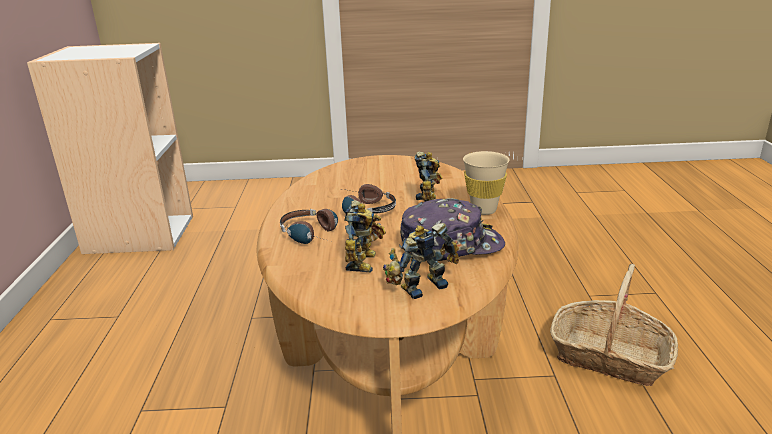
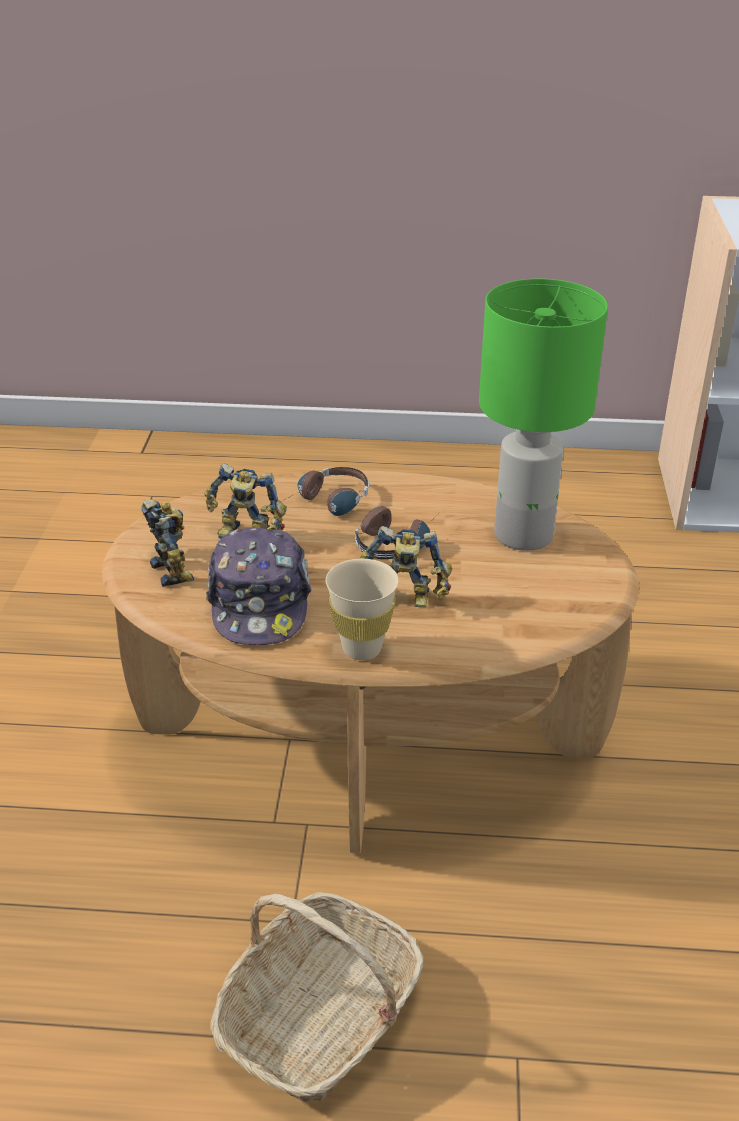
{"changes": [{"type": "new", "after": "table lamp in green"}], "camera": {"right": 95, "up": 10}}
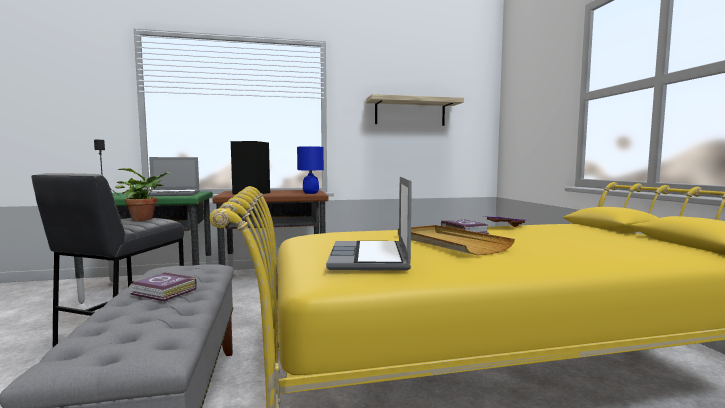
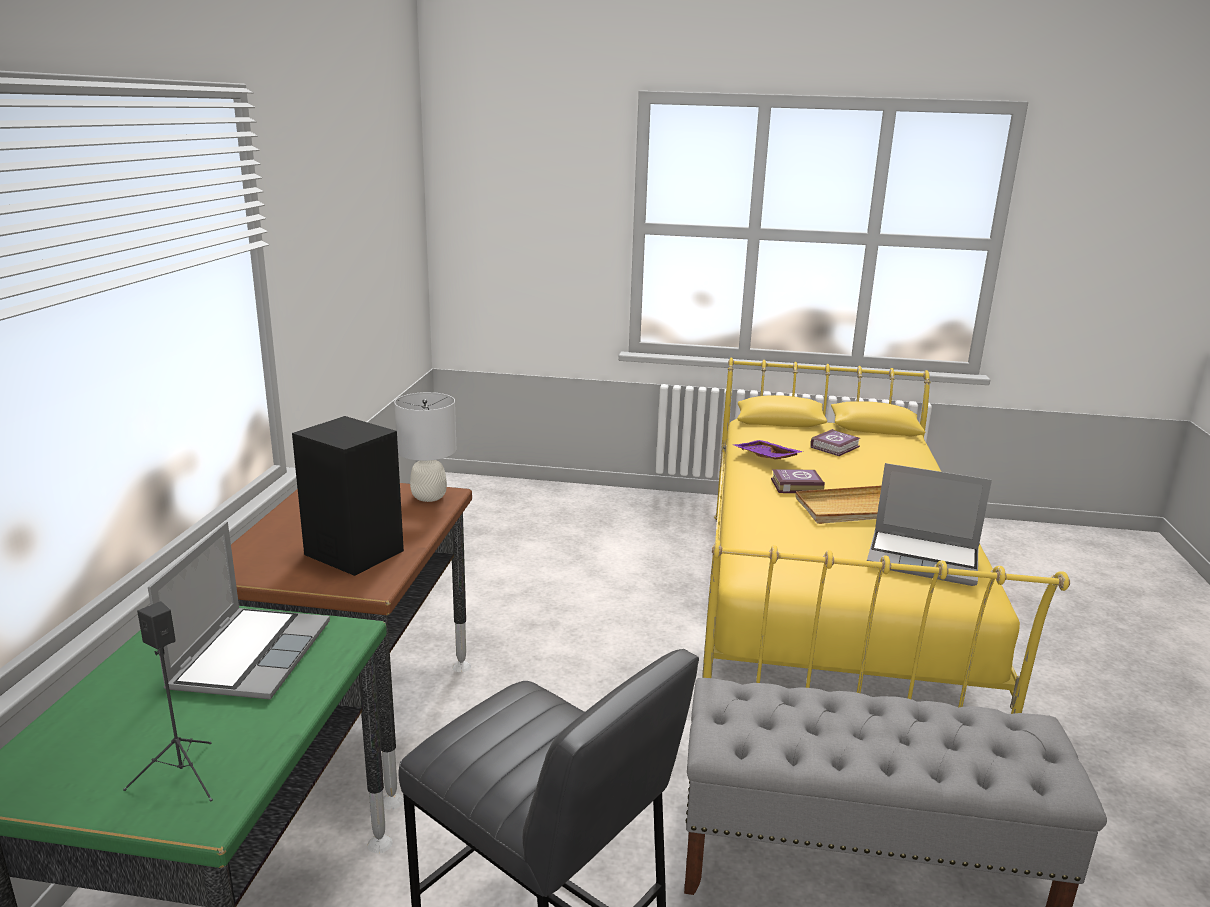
{"changes": [{"type": "gone", "before": "plant in a pot"}, {"type": "gone", "before": "bracket shelf"}, {"type": "shifted", "before": "volume (no. 1 from left in the first image)", "after": "volume (no. 2 from left)"}, {"type": "repainted", "before": "table lamp in blue", "after": "table lamp in gray"}], "camera": {"right": -70, "up": 15}}
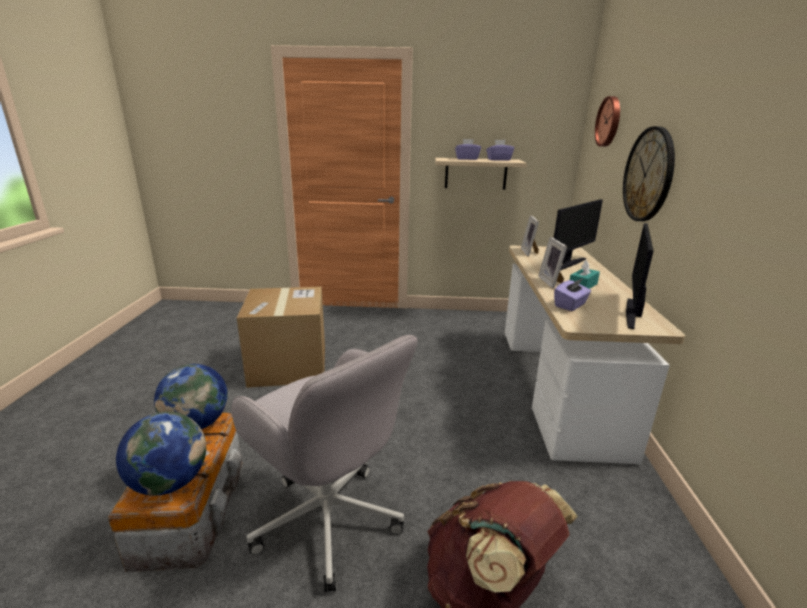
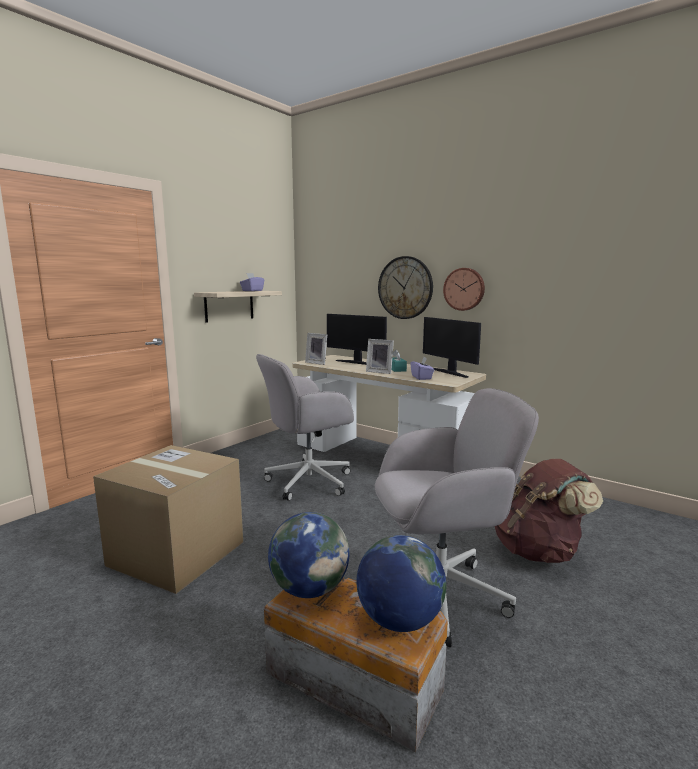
{"changes": [{"type": "gone", "before": "tissue holder in purplish (no. 1 from left)"}, {"type": "new", "after": "office chair in gray (no. 1 from left)"}, {"type": "shifted", "before": "clock on the wall (no. 1 from left in the first image)", "after": "clock on the wall (no. 2 from left)"}, {"type": "rotated", "before": "computer screen (no. 1 from left)", "turn": 135}], "camera": {"right": -55, "up": -10}}
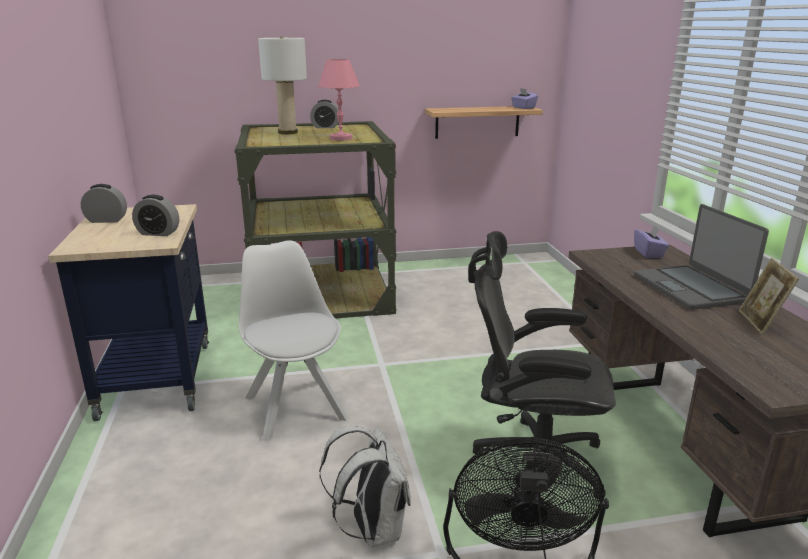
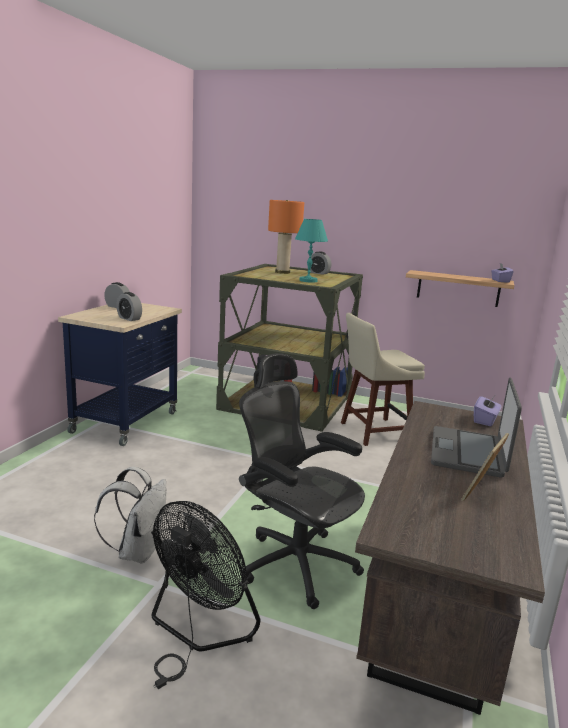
{"changes": [{"type": "gone", "before": "chair in whitish"}, {"type": "new", "after": "stool in sand-coloured"}, {"type": "repainted", "before": "table lamp in whitish", "after": "table lamp in orange"}, {"type": "repainted", "before": "table lamp in pink", "after": "table lamp in blue-green"}], "camera": {"right": 30, "up": -5}}
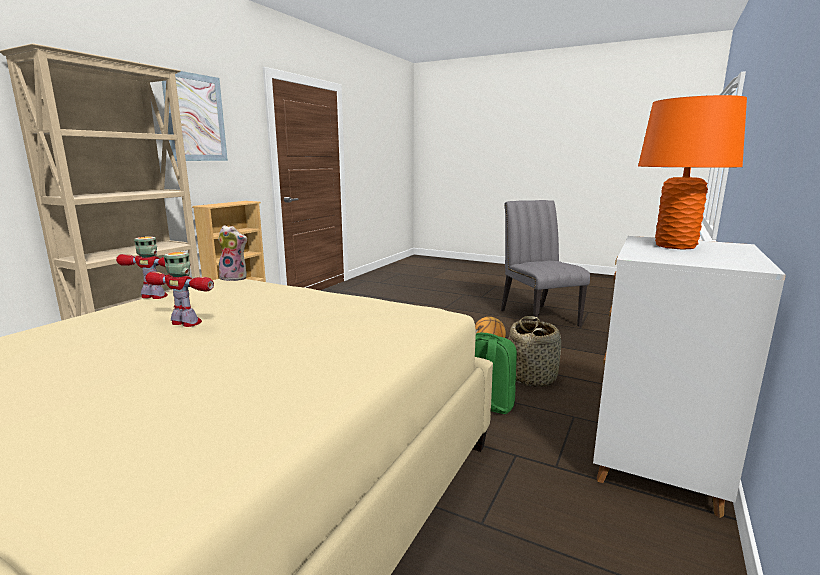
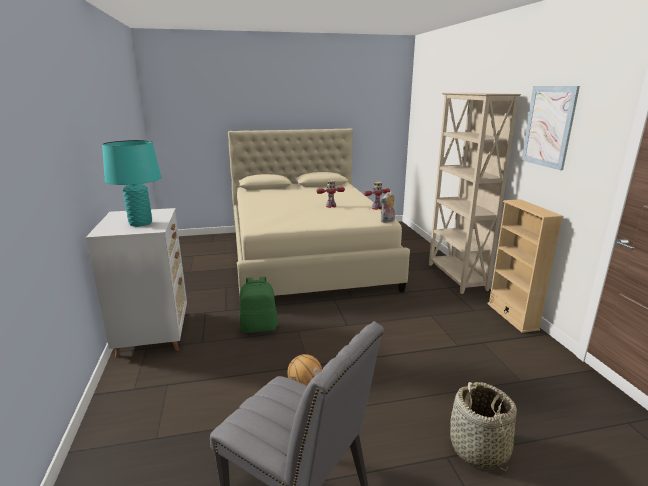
{"changes": [{"type": "shifted", "before": "storage basket"}, {"type": "repainted", "before": "table lamp in orange", "after": "table lamp in blue-green"}], "camera": {"right": 140, "up": 5}}
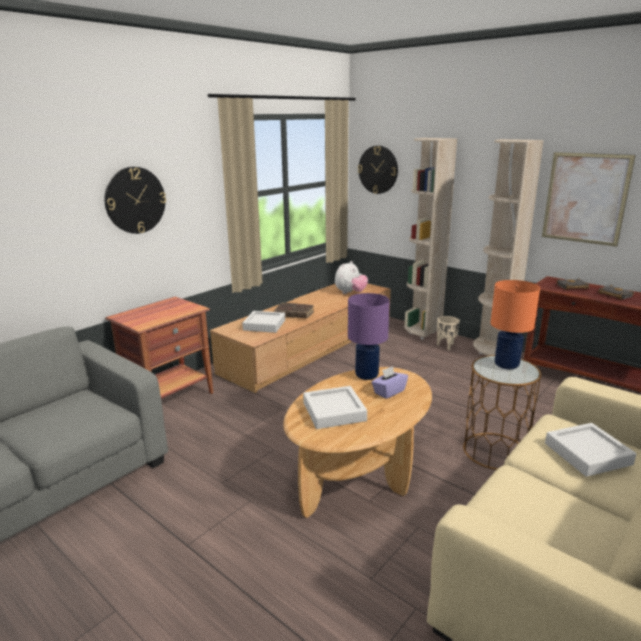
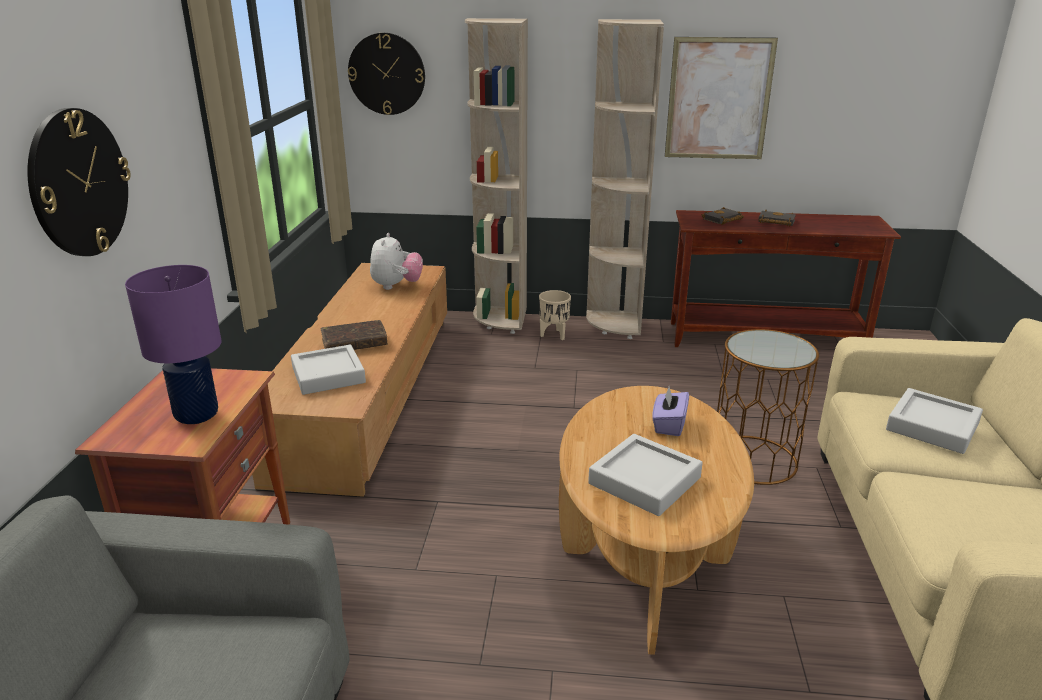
{"changes": [{"type": "gone", "before": "table lamp in orange"}, {"type": "shifted", "before": "table lamp in purplish"}], "camera": {"right": -35, "up": 5}}
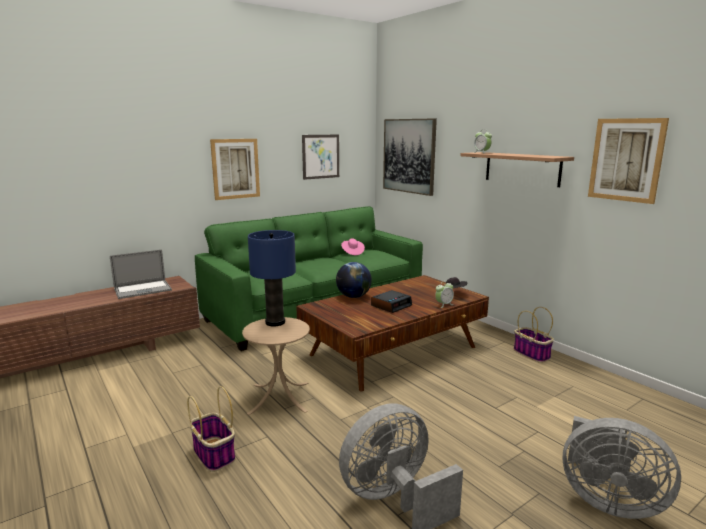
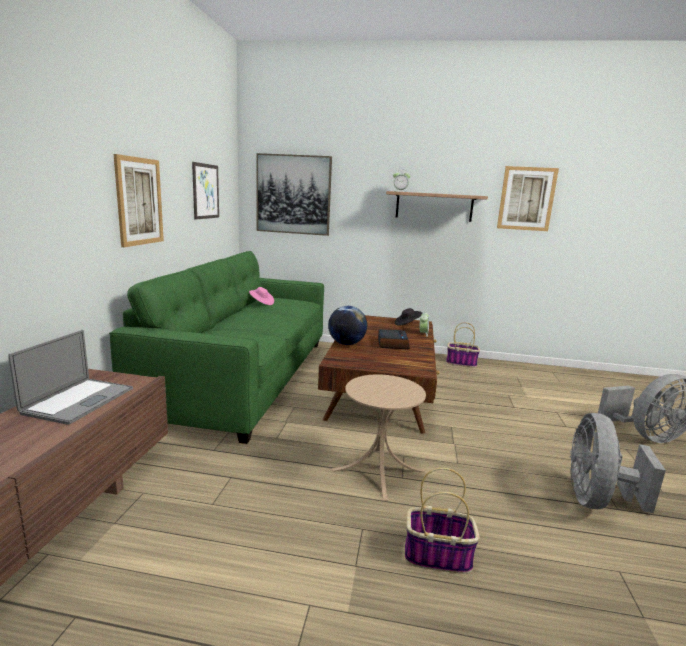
{"changes": [{"type": "gone", "before": "table lamp in blue"}], "camera": {"right": -45, "up": 0}}
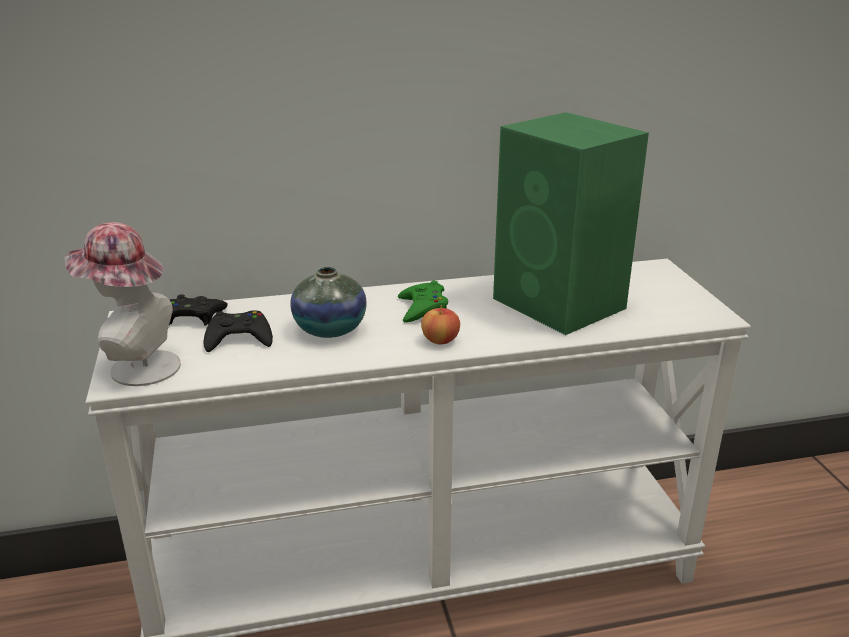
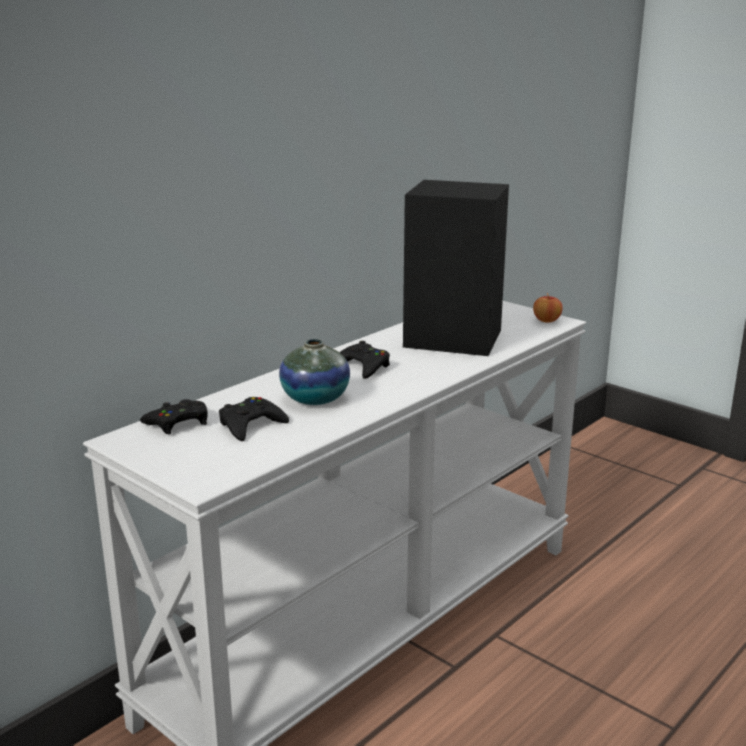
{"changes": [{"type": "gone", "before": "clothing hat"}, {"type": "shifted", "before": "apple"}, {"type": "repainted", "before": "joypad in green", "after": "joypad in black (no. 3 from left)"}, {"type": "repainted", "before": "audio speaker in green", "after": "audio speaker in black"}], "camera": {"right": -35, "up": -5}}
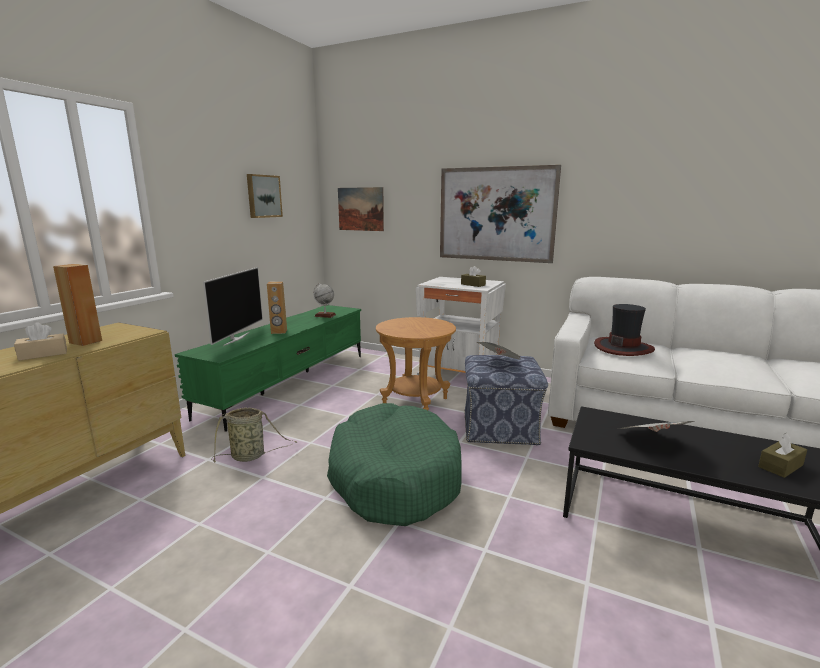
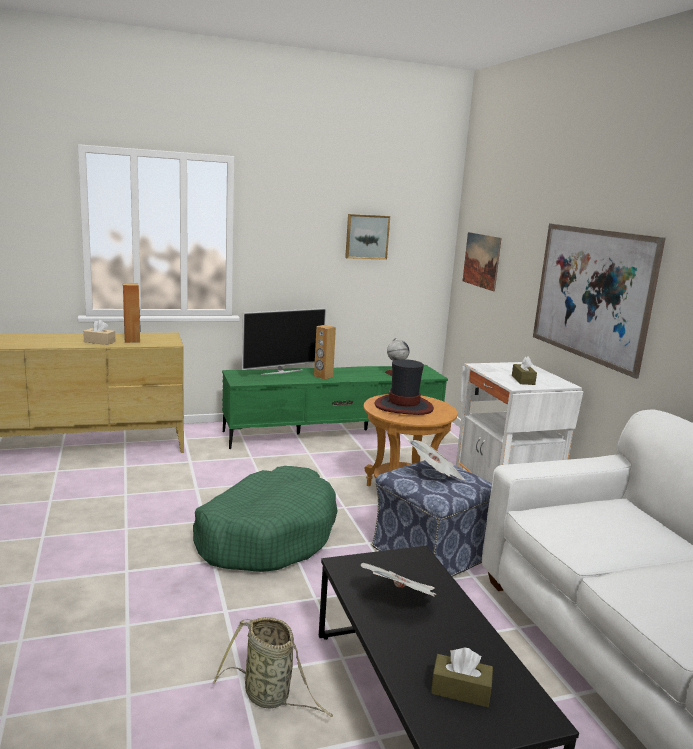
{"changes": [{"type": "shifted", "before": "storage basket"}, {"type": "shifted", "before": "clothing hat"}], "camera": {"right": 45, "up": 0}}
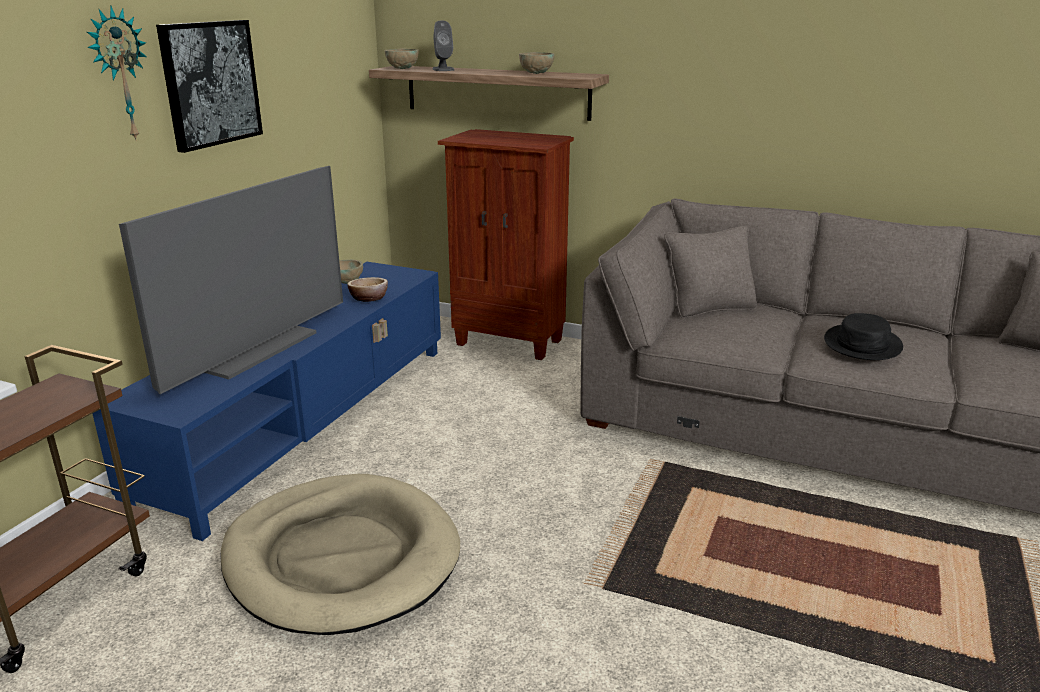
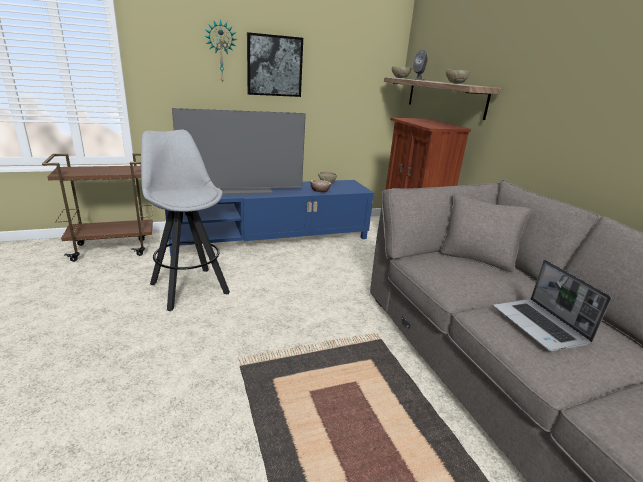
{"changes": [{"type": "swapped", "before": "dog bed in sand-coloured", "after": "stool in gray"}, {"type": "swapped", "before": "clothing hat in black", "after": "notebook computer"}], "camera": {"right": 45, "up": 0}}
